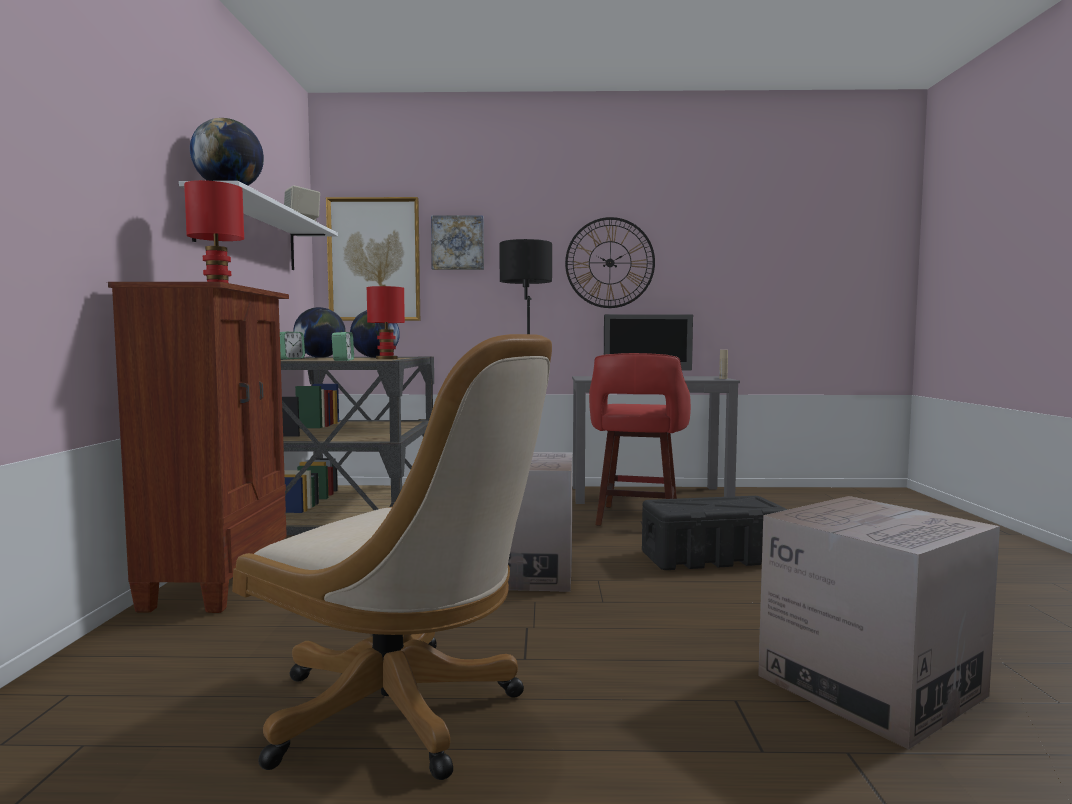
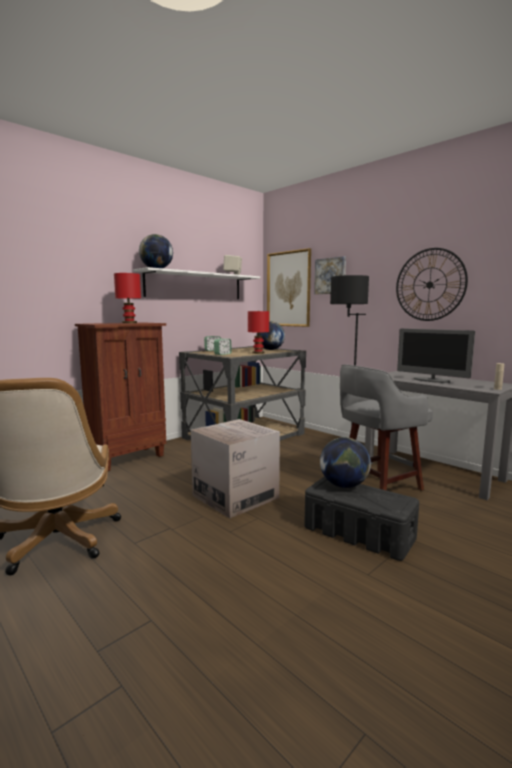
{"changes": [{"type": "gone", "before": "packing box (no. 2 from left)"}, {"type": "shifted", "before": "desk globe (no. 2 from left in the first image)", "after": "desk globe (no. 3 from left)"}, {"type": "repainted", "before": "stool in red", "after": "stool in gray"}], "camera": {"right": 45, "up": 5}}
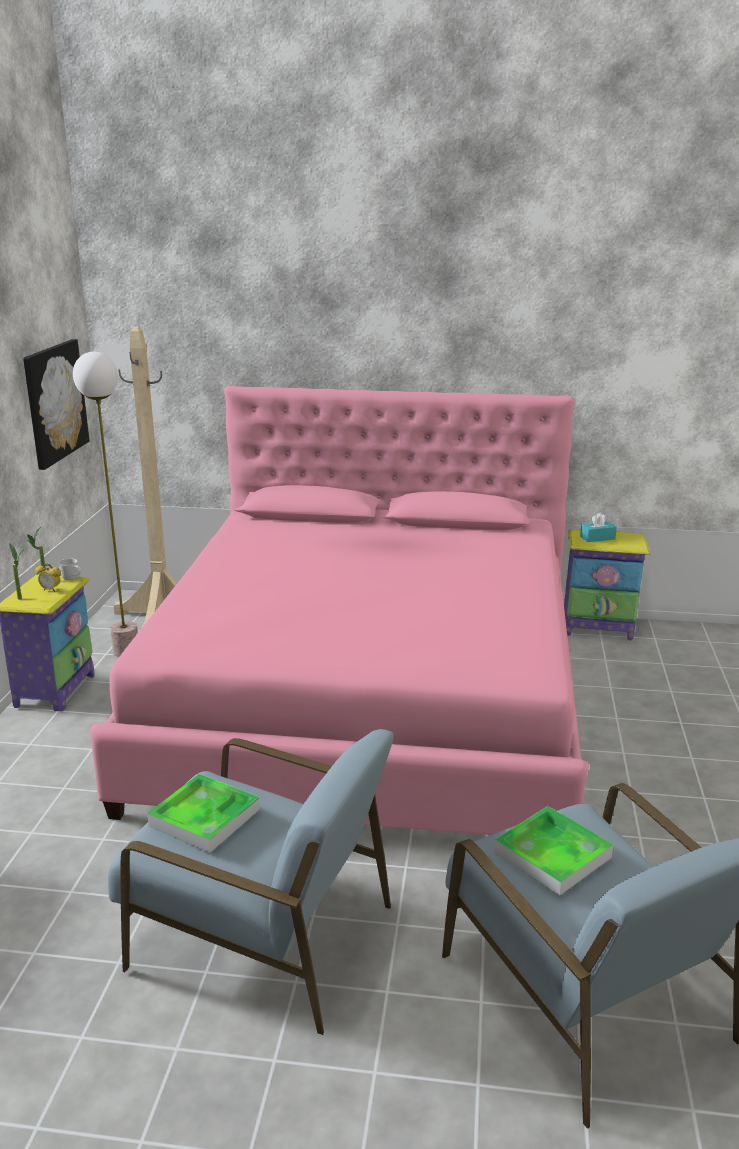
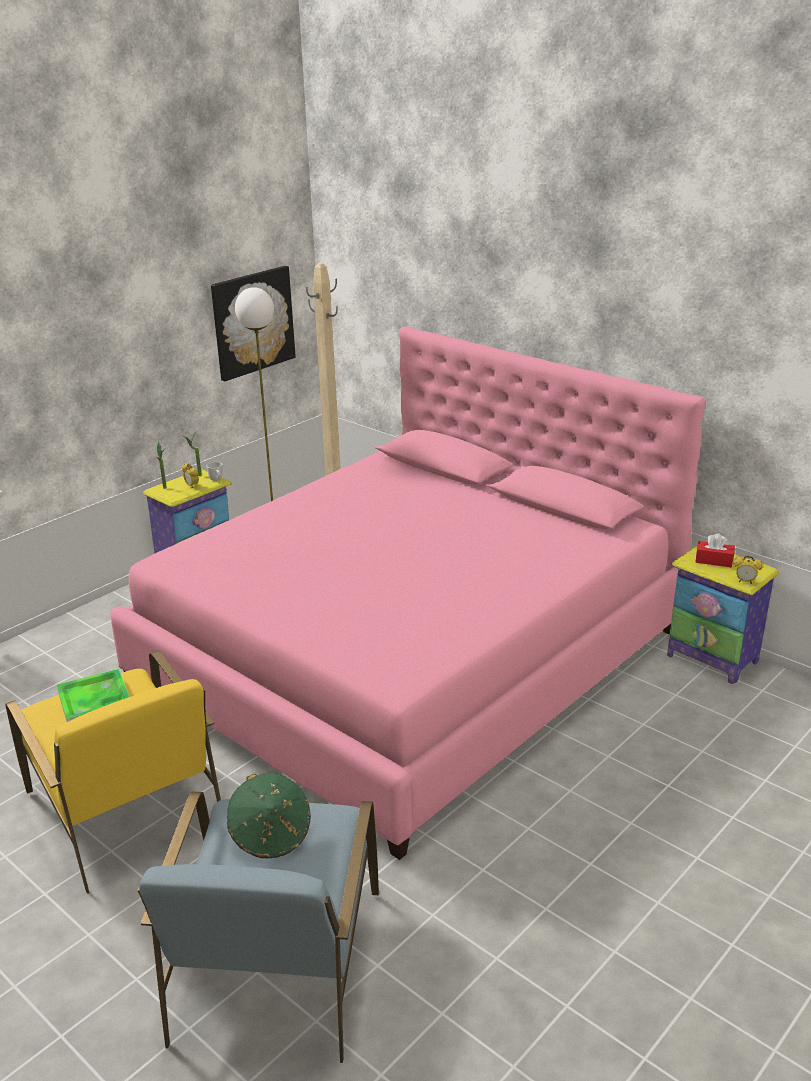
{"changes": [{"type": "new", "after": "bedside clock (no. 2 from left)"}, {"type": "swapped", "before": "tray (no. 2 from left)", "after": "clothing hat in green"}, {"type": "repainted", "before": "lounge chair in blue (no. 1 from left)", "after": "lounge chair in yellow"}, {"type": "repainted", "before": "tissue holder in blue-green", "after": "tissue holder in red"}], "camera": {"right": 35, "up": 5}}
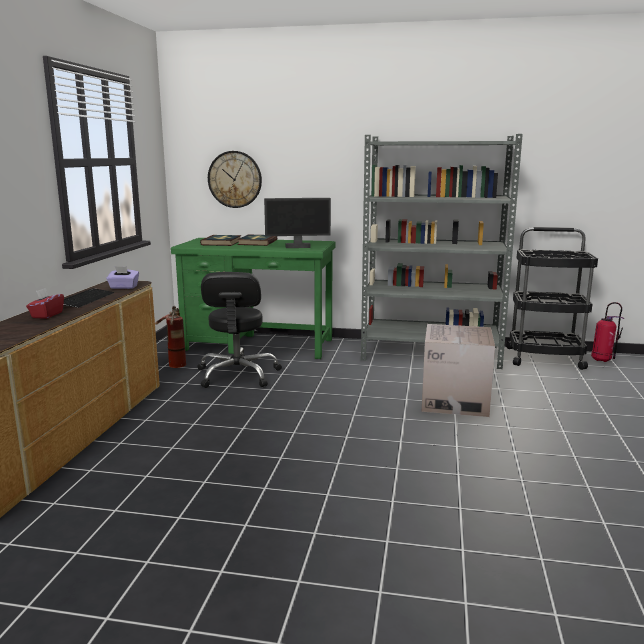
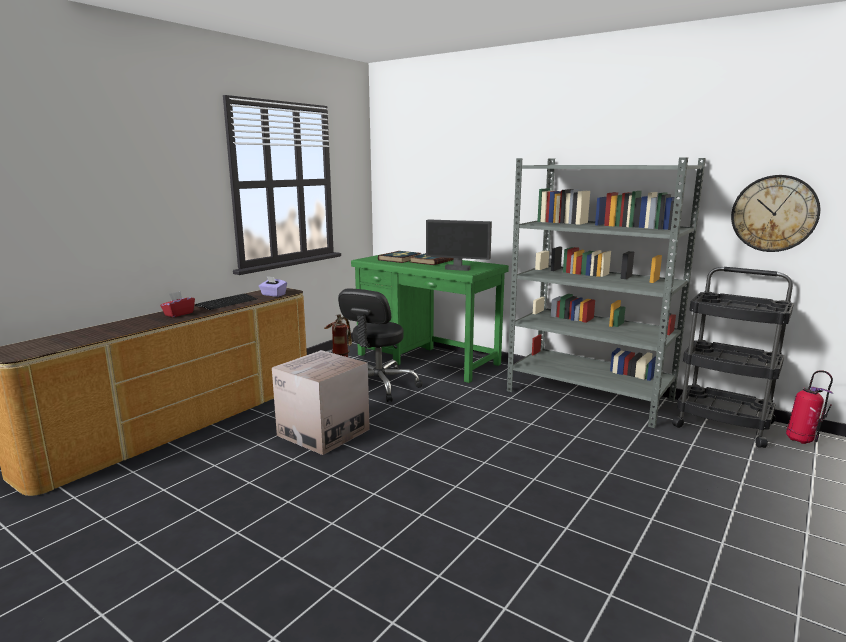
{"changes": [{"type": "shifted", "before": "clock on the wall"}, {"type": "shifted", "before": "packing box"}], "camera": {"right": 25, "up": 0}}
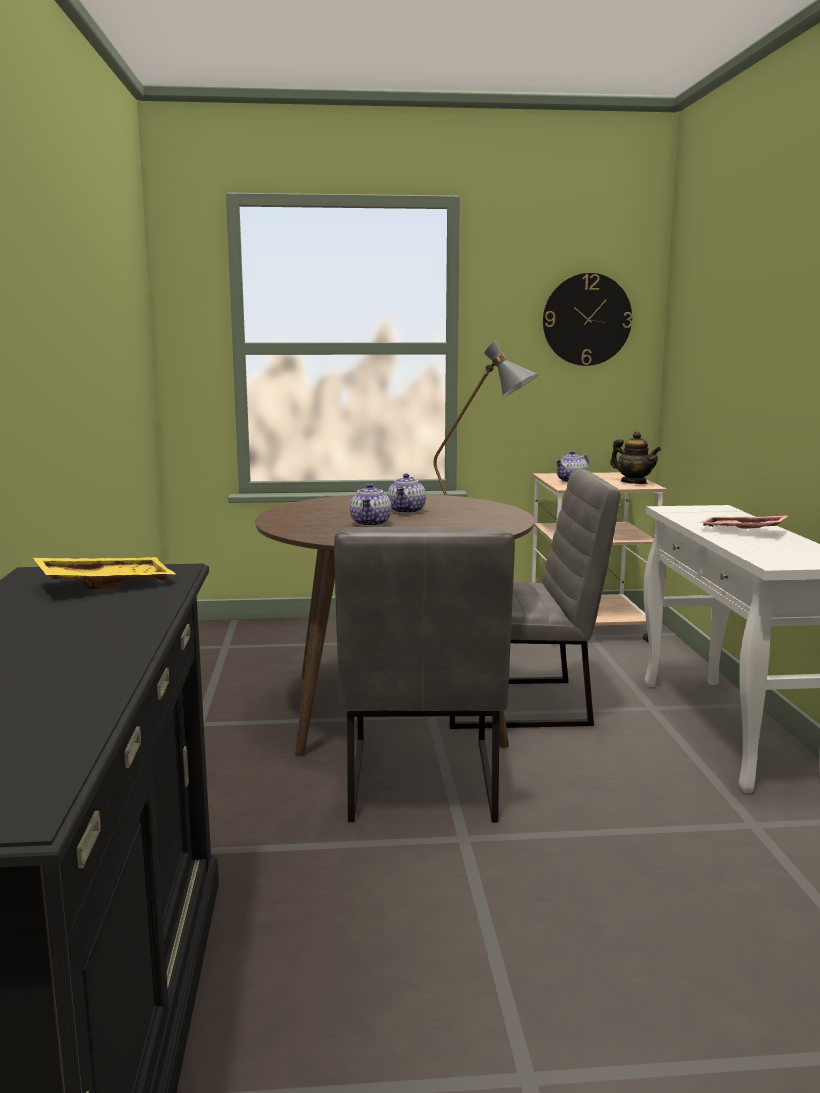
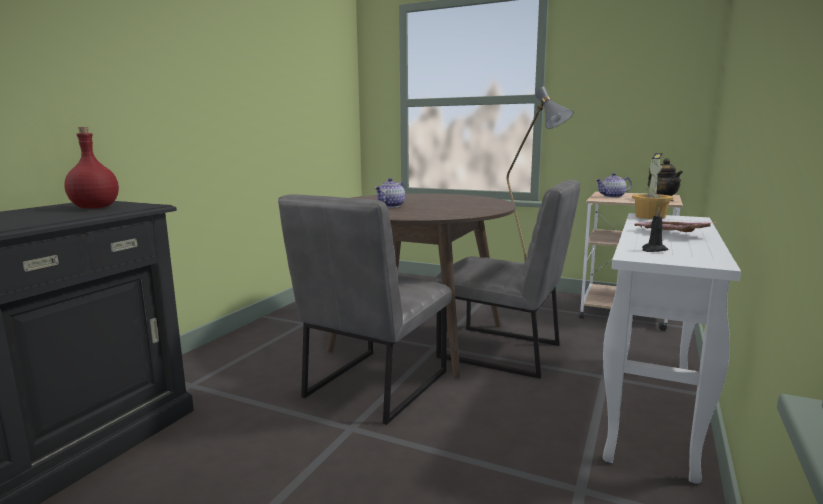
{"changes": [{"type": "gone", "before": "tea pot (no. 2 from left)"}, {"type": "gone", "before": "clock on the wall"}, {"type": "new", "after": "plant in a pot"}, {"type": "new", "after": "candle in black"}, {"type": "swapped", "before": "tray in yellow", "after": "drink bottle in red"}], "camera": {"right": 30, "up": 0}}
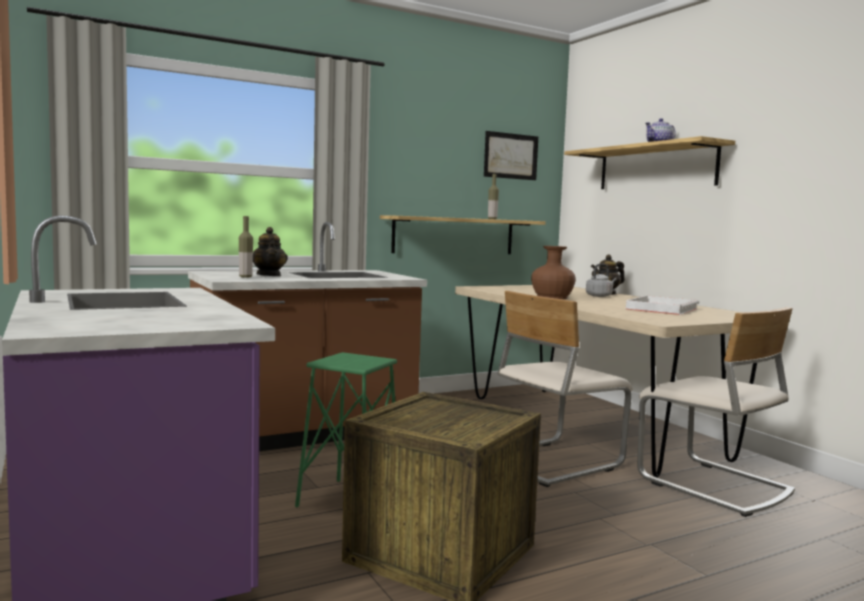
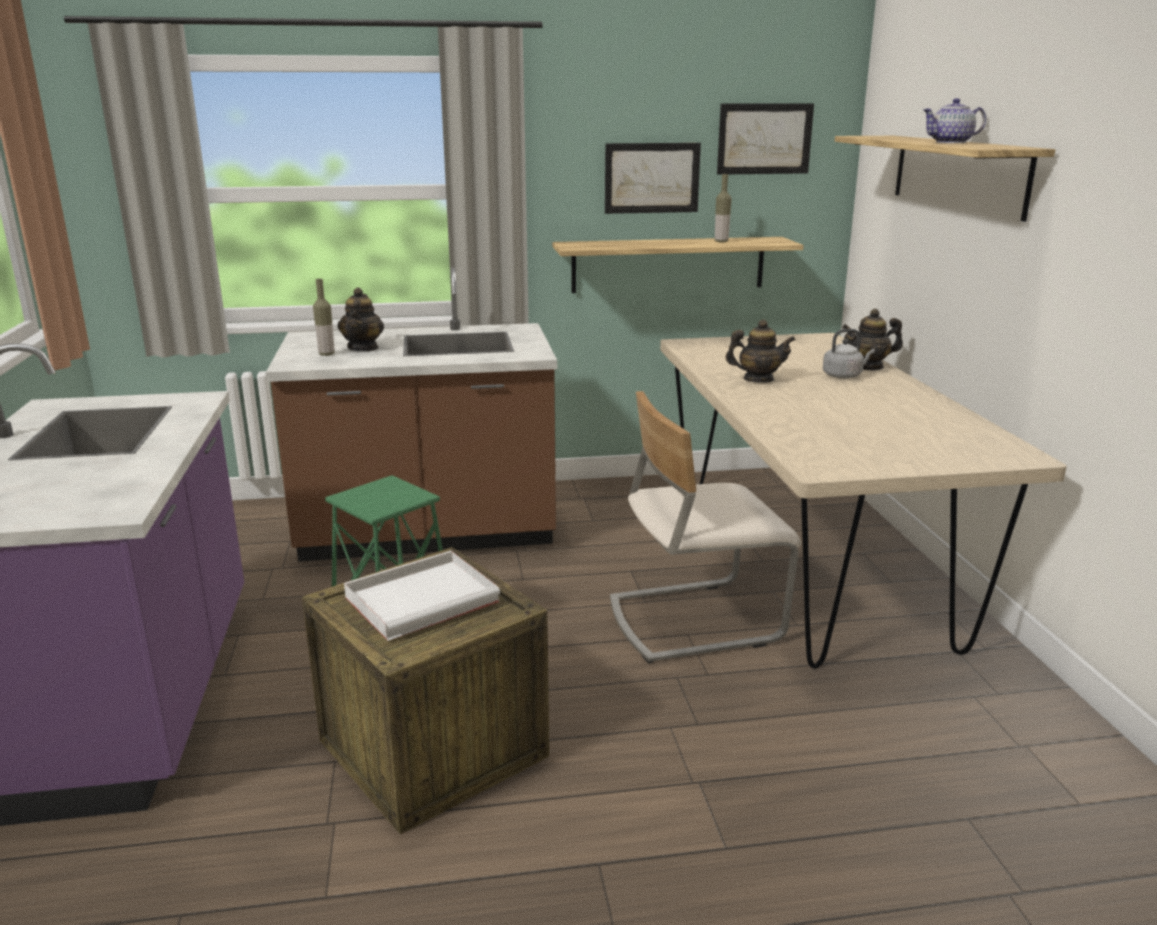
{"changes": [{"type": "gone", "before": "chair in sand-coloured (no. 2 from left)"}, {"type": "new", "after": "wall art (no. 1 from left)"}, {"type": "shifted", "before": "tray in whitish"}, {"type": "swapped", "before": "flower vase in brown-coloured", "after": "tea pot (no. 2 from left)"}], "camera": {"right": 20, "up": 15}}
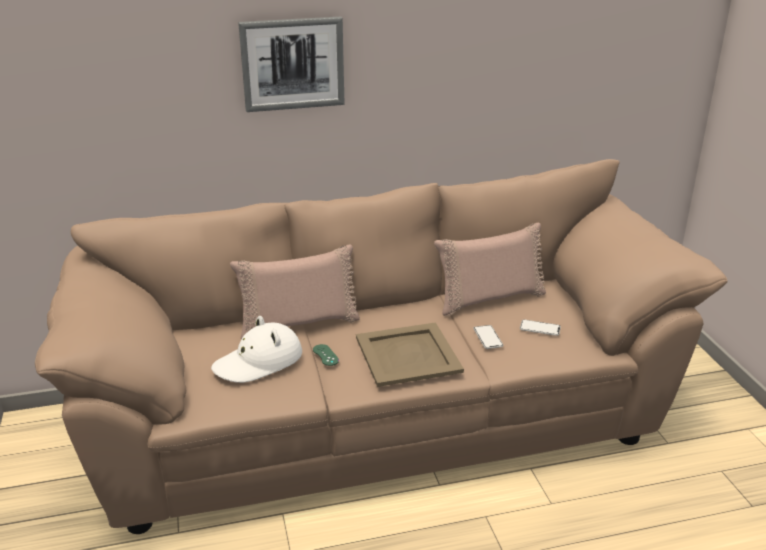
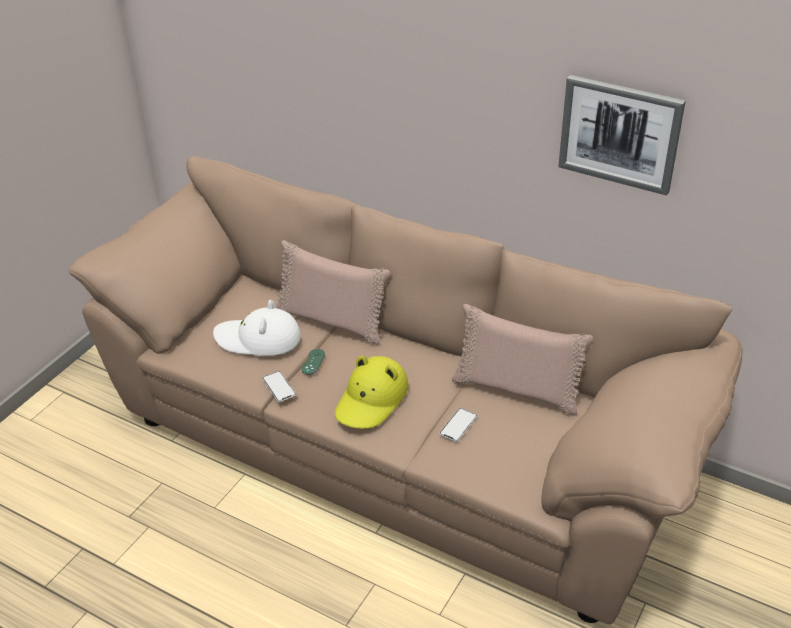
{"changes": [{"type": "shifted", "before": "wall art"}, {"type": "shifted", "before": "handset (no. 2 from left in the first image)", "after": "handset (no. 1 from left)"}, {"type": "swapped", "before": "tray in sand-coloured", "after": "clothing hat in yellow"}], "camera": {"right": 45, "up": 10}}
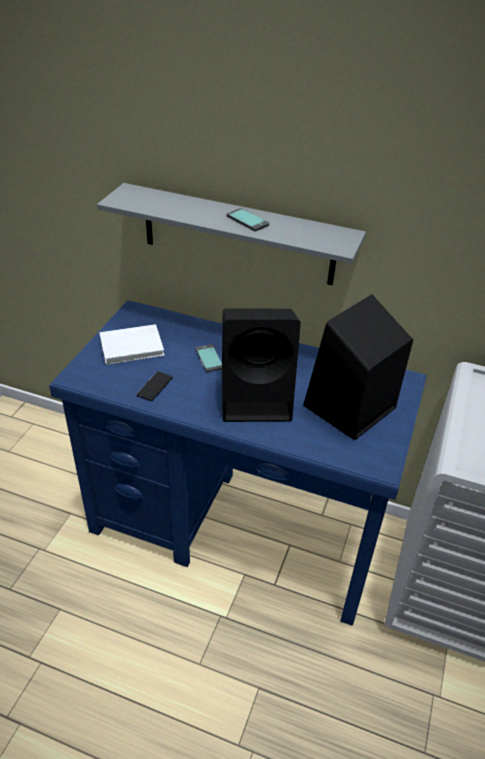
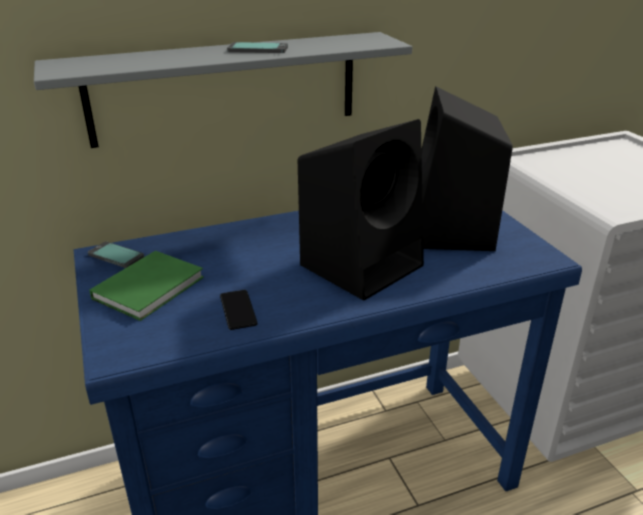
{"changes": [{"type": "shifted", "before": "handset (no. 2 from left in the first image)", "after": "handset (no. 1 from left)"}, {"type": "repainted", "before": "volume in whitish", "after": "volume in green"}], "camera": {"right": -40, "up": -10}}
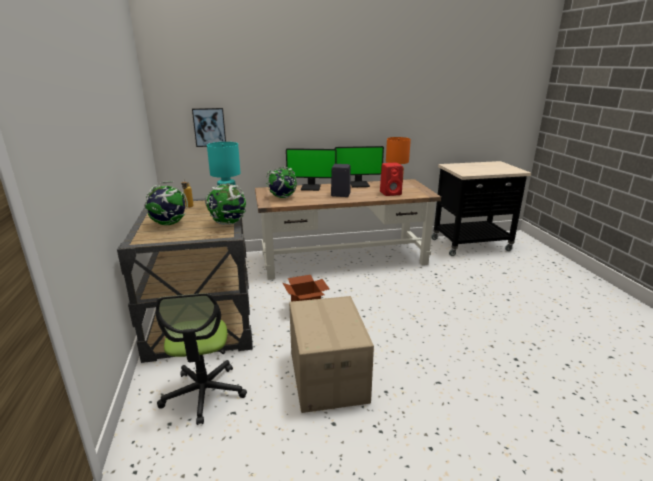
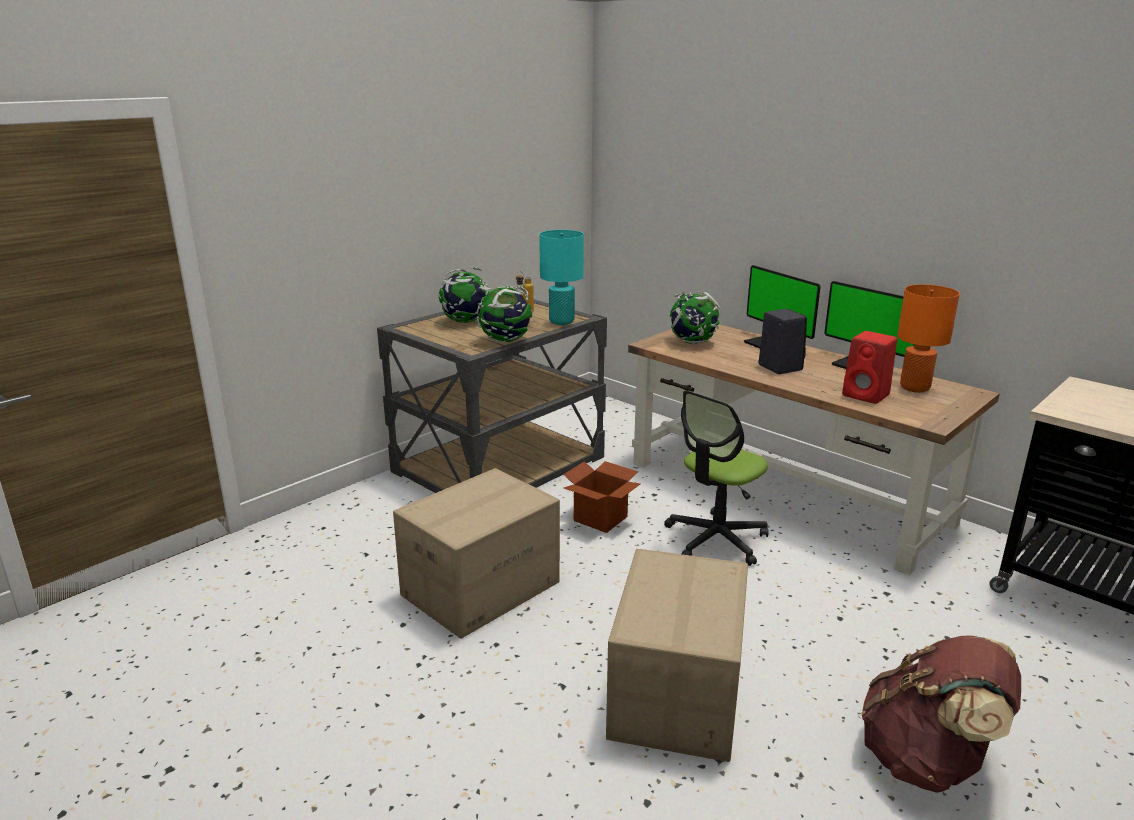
{"changes": [{"type": "gone", "before": "wall art"}, {"type": "new", "after": "packing box (no. 3 from left)"}, {"type": "new", "after": "backpack in brown-coloured"}, {"type": "shifted", "before": "office chair"}], "camera": {"right": 55, "up": 0}}
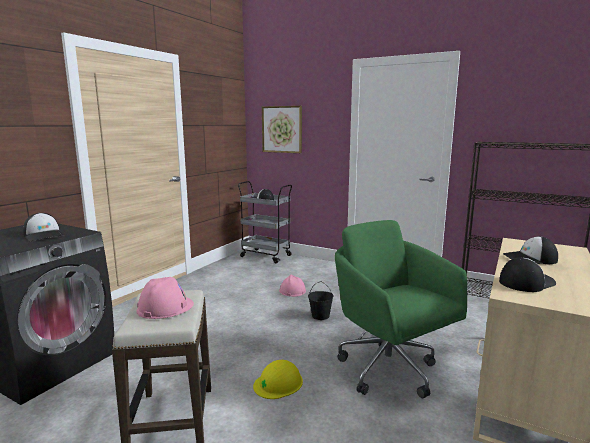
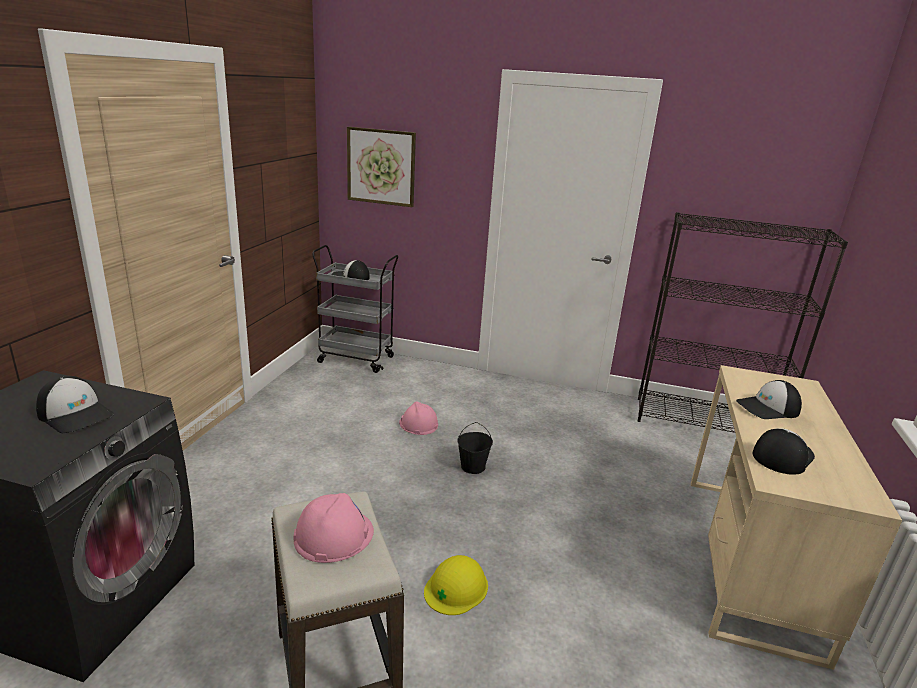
{"changes": [{"type": "gone", "before": "office chair in green"}], "camera": {"right": -15, "up": 10}}
